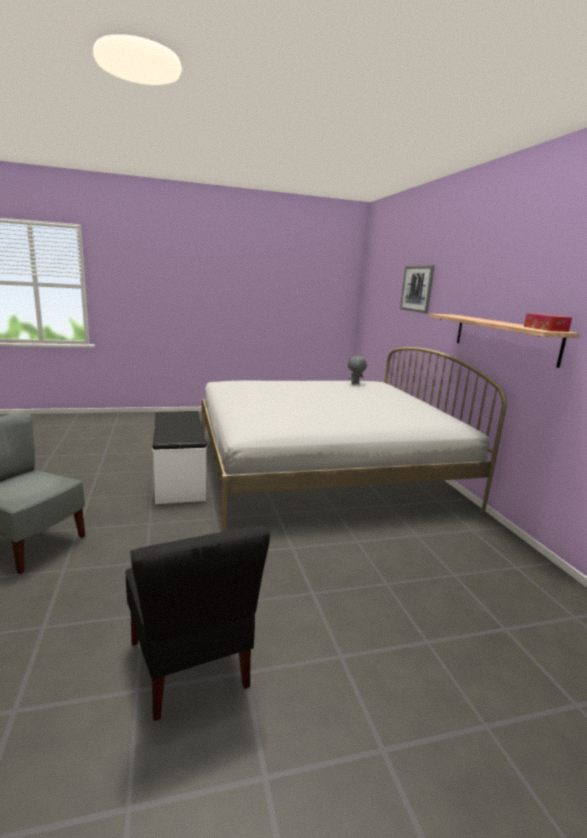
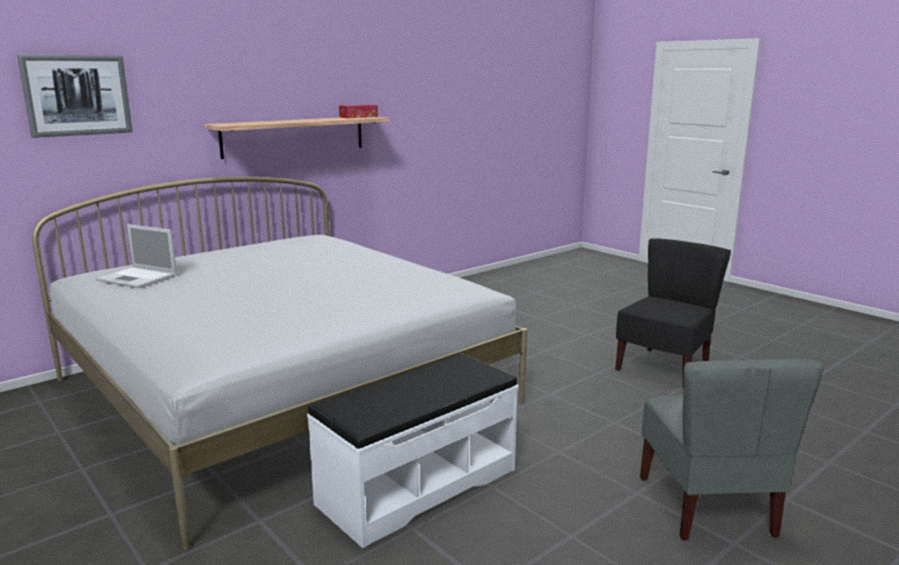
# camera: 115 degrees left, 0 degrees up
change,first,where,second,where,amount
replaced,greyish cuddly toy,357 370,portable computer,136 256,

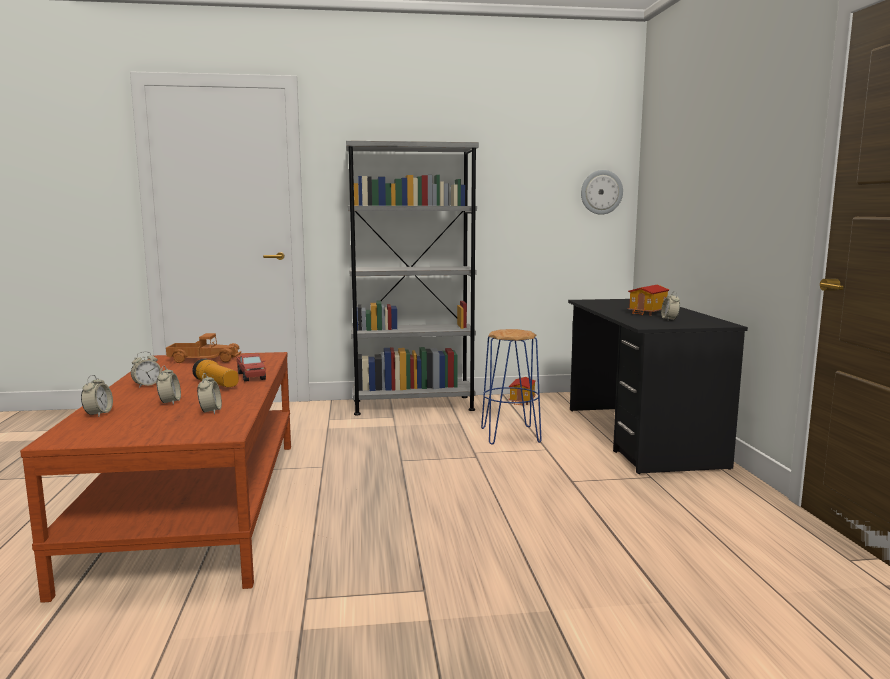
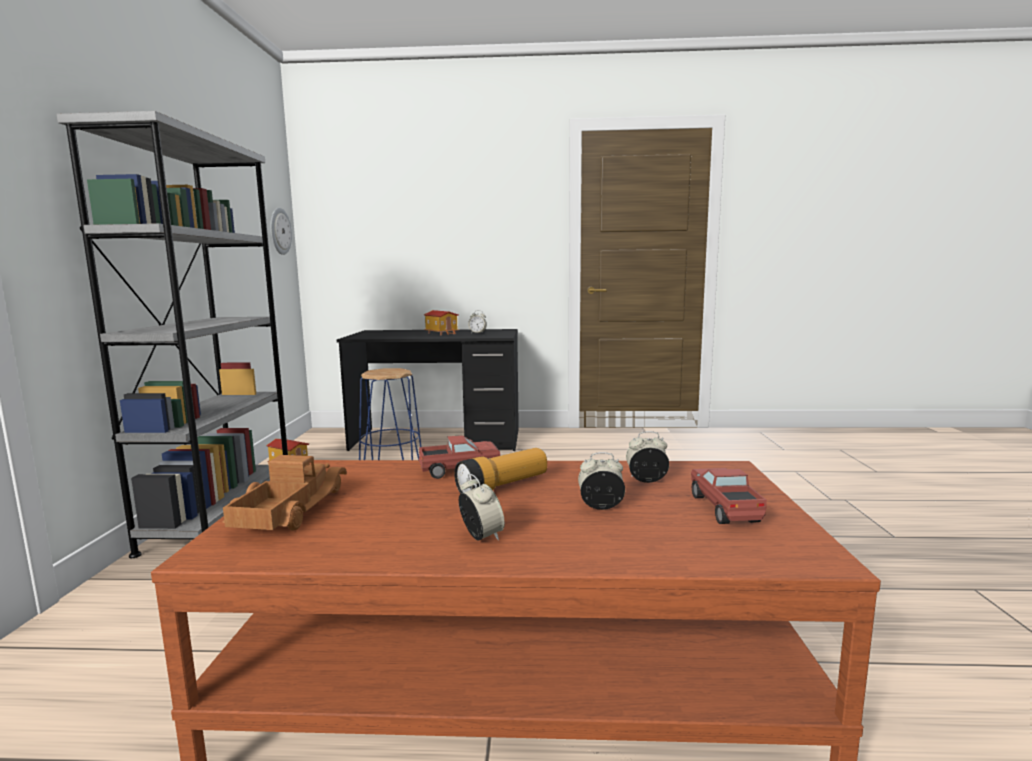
# camera: 80 degrees left, 0 degrees up
change,first,where,second,where,amount
removed,alarm clock,97 396,,,
added,,,model truck,729 496,

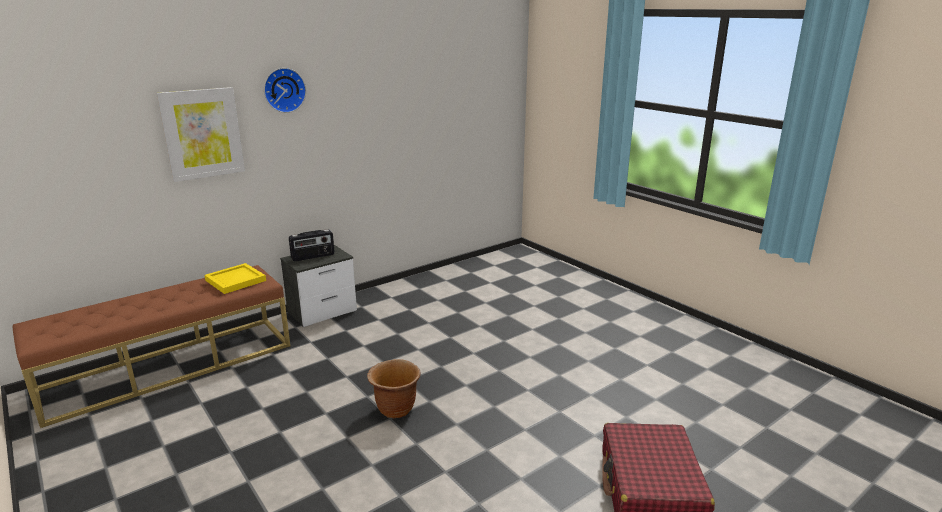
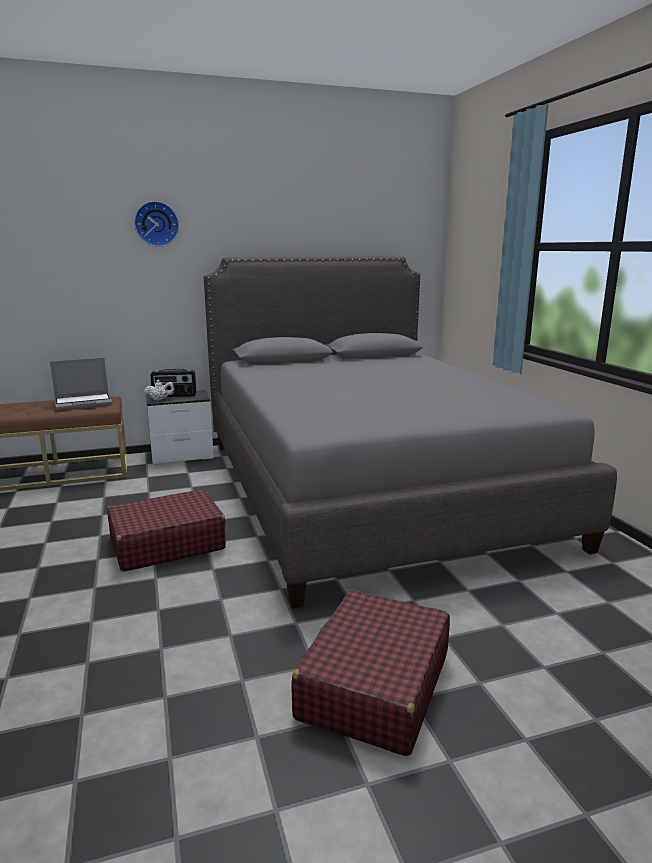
# camera: 20 degrees right, 5 degrees down
change,first,where,second,where,amount
removed,wall picture,201 134,,,
added,,,whitish teapot,159 390,
added,,,greyish bedroom bed,410 432,
replaced,yellow-coloured carrying tray,235 278,portable computer,81 384,
replaced,brown-coloured plant pot,394 388,reddish suitcase,166 530,

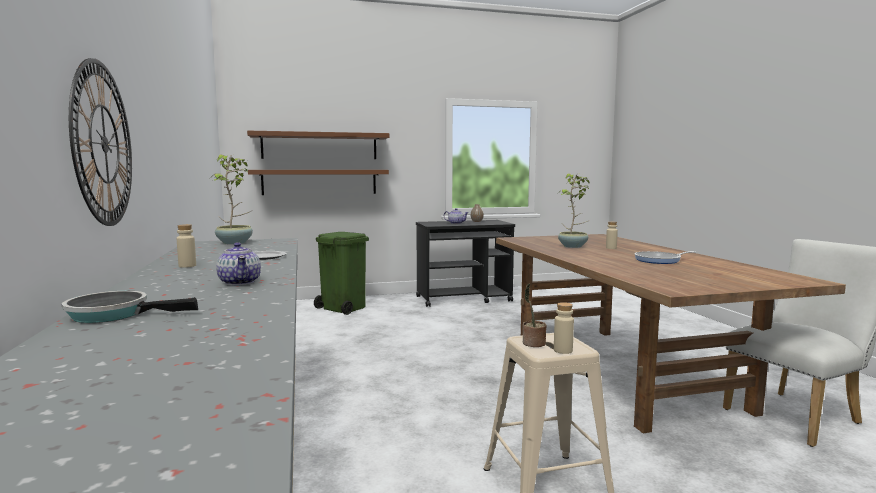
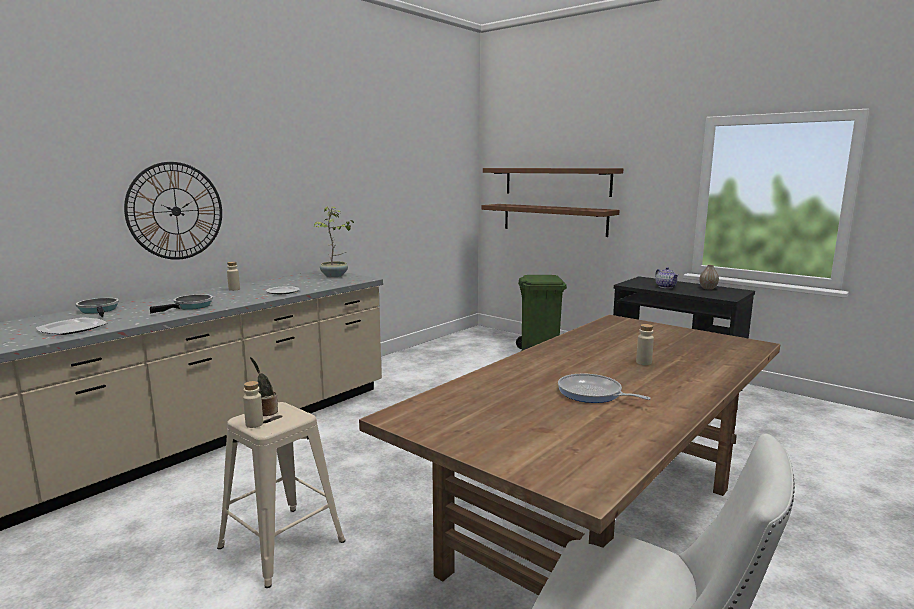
# camera: 55 degrees right, 5 degrees up
change,first,where,second,where,amount
removed,houseplant,574 210,,,
added,,,dinner plate,71 326,
replaced,teapot,238 264,skillet,181 303,

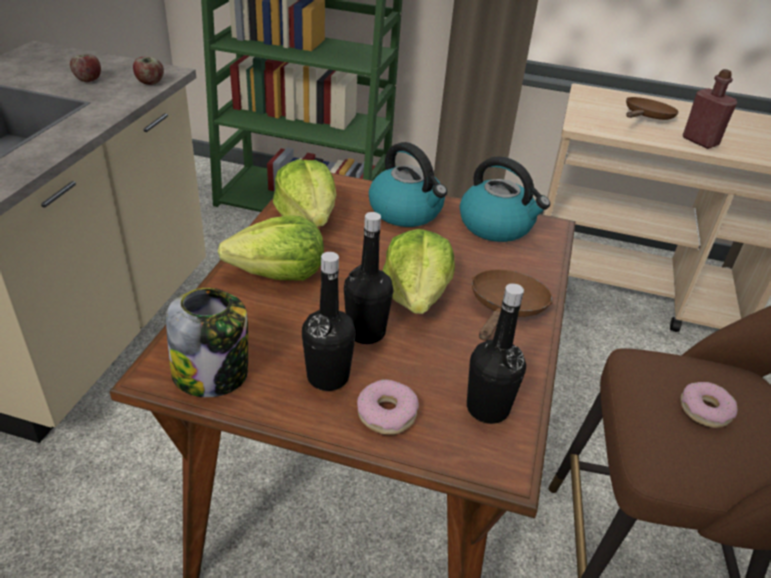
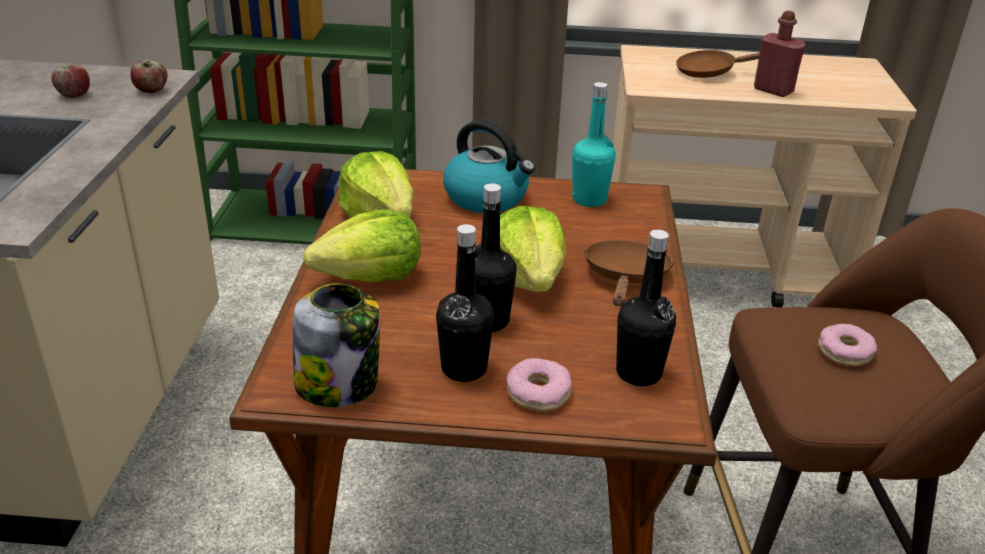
# camera: 10 degrees left, 5 degrees down
change,first,where,second,where,amount
replaced,water kettle,505 199,turquoise-coloured bottle,594 144,
turned,brown-coloured skillet,652 108,,717 64,120 degrees counterclockwise

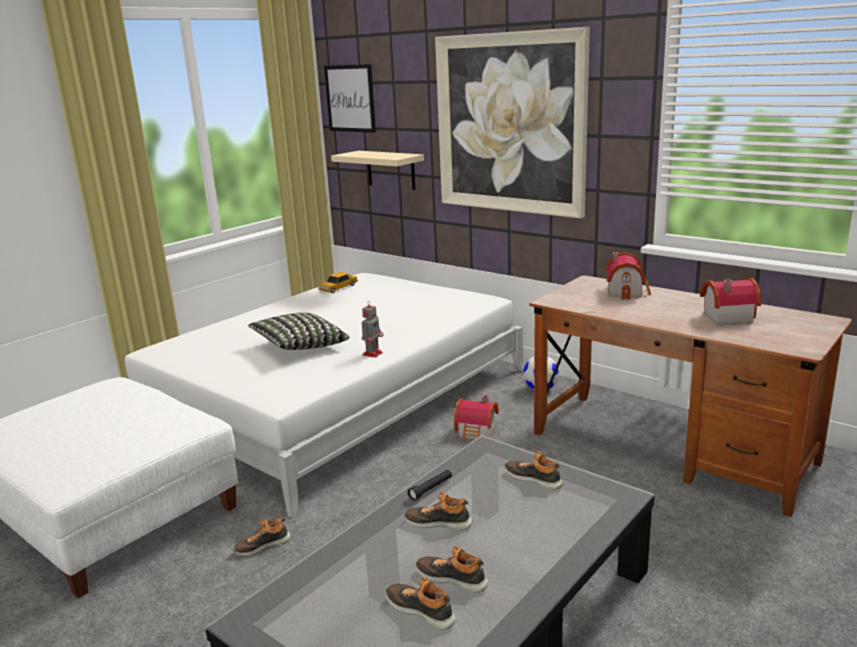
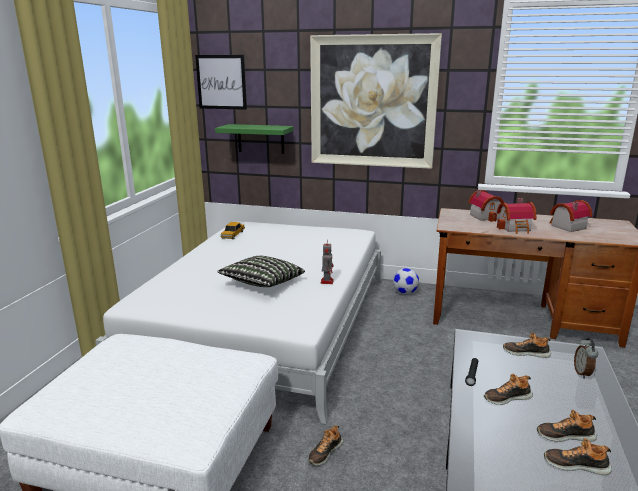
# camera: 25 degrees left, 0 degrees up
change,first,where,second,where,amount
added,,,alarm clock,586 358,
moved,toy house,476 419,,516 216,
recoloured,sand-coloured shelf,377 170,greenish shelf,254 139,

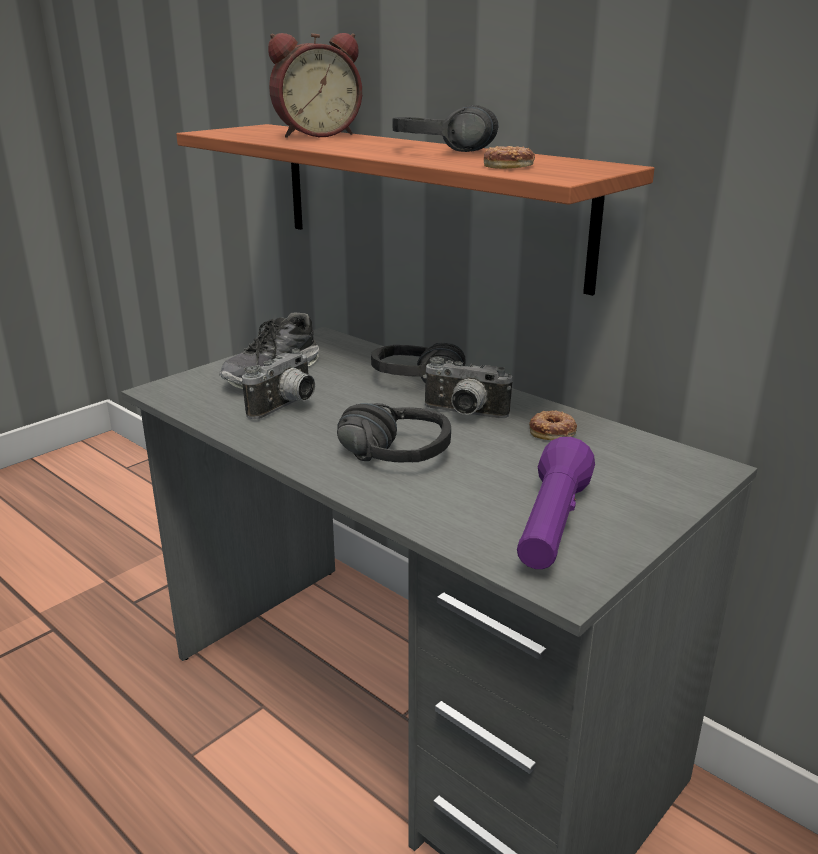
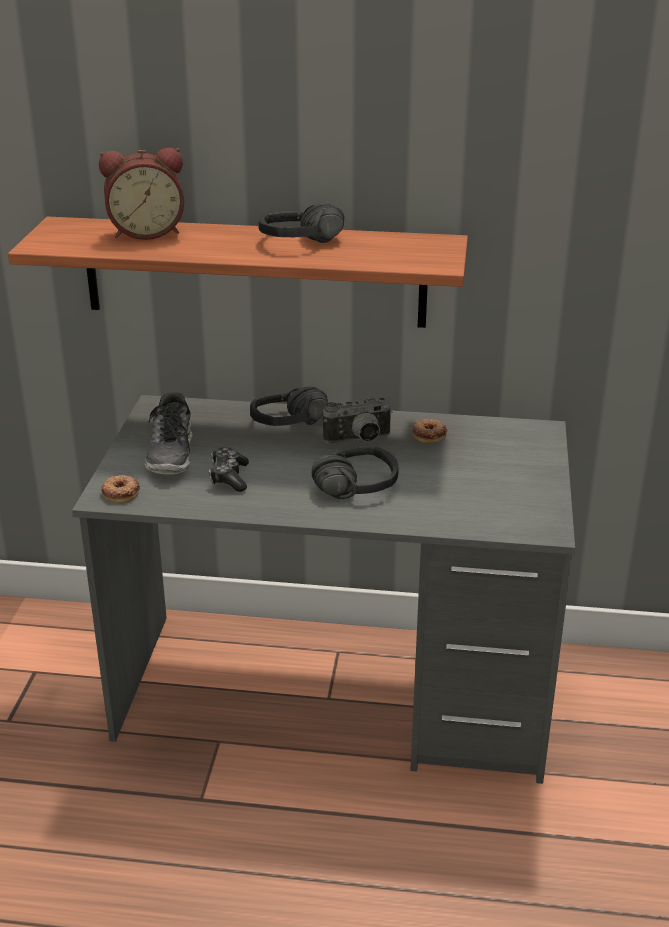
# camera: 35 degrees left, 5 degrees up
change,first,where,second,where,amount
removed,purple flashlight,556 503,,,
moved,ring doughnut,509 157,,120 489,
replaced,photo camera,278 384,gamepad,229 469,
turned,alarm clock,315 85,,141 194,45 degrees clockwise

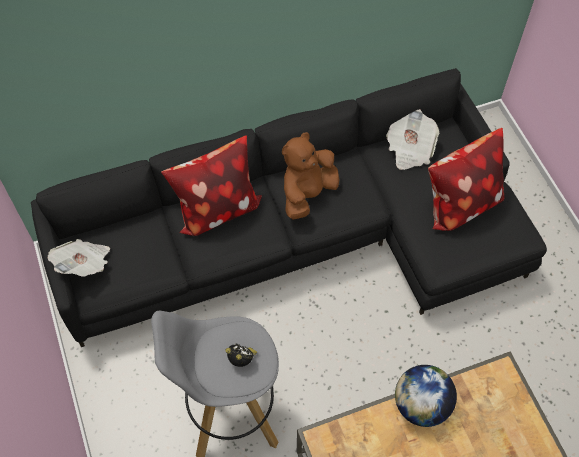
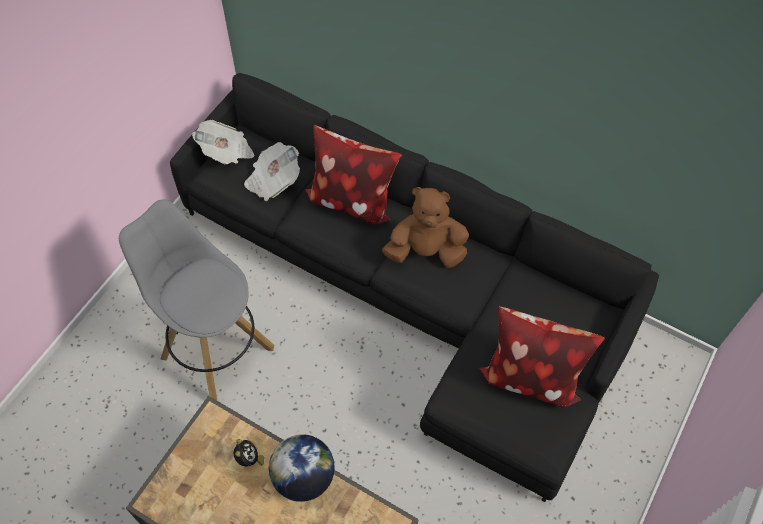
# camera: 50 degrees right, 0 degrees up
change,first,where,second,where,amount
moved,alarm clock,241 355,,249 452,
moved,printed paper,412 139,,272 172,

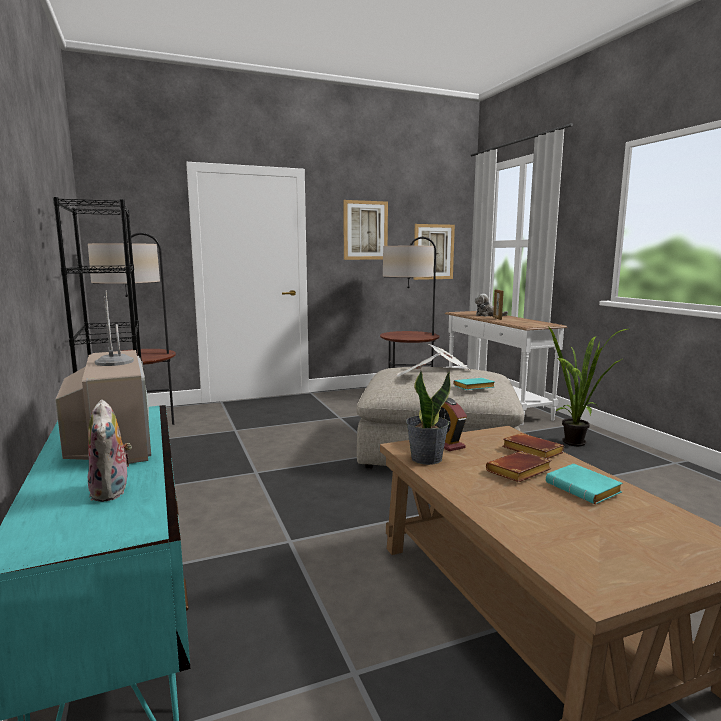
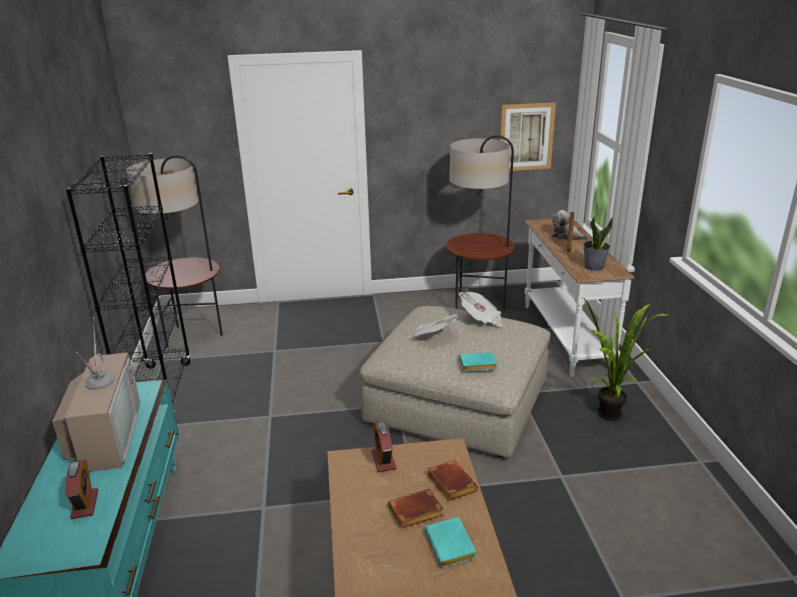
# camera: 15 degrees right, 15 degrees up
change,first,where,second,where,amount
removed,wall picture,365 230,,,
moved,houseplant,428 418,,598 243,
replaced,cuddly toy,110 450,alarm clock,82 489,

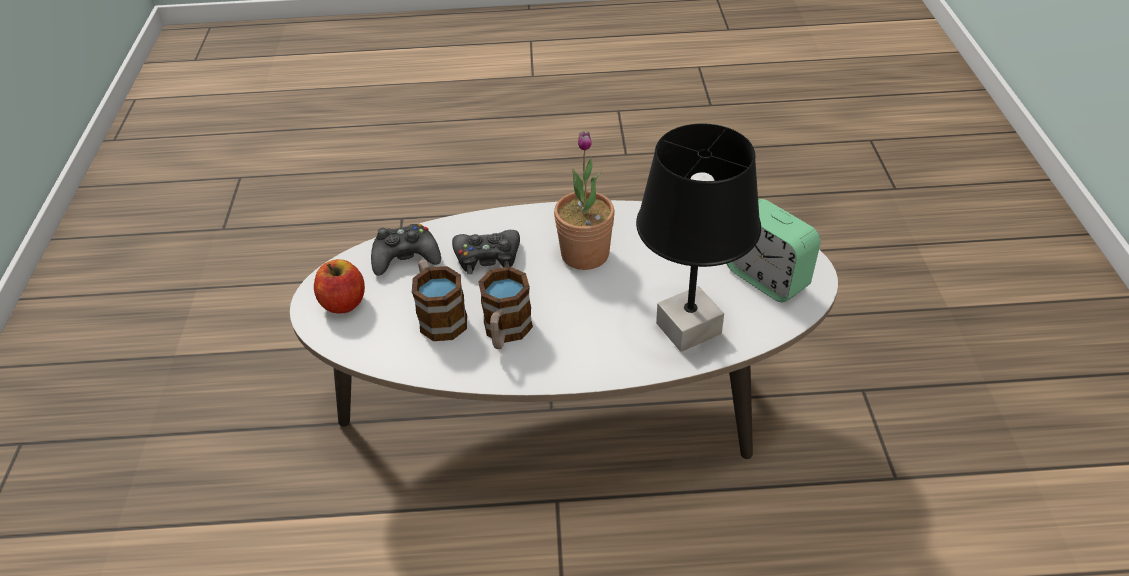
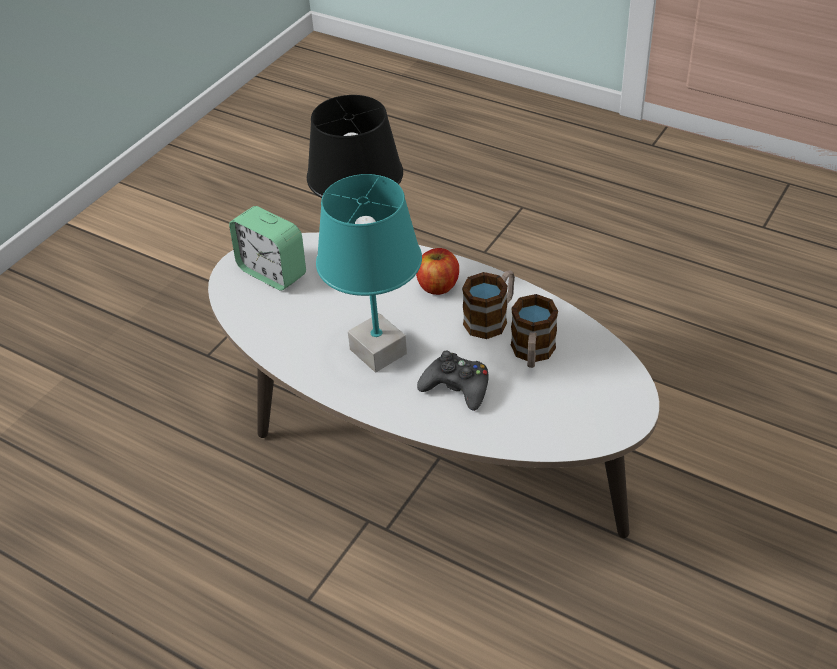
# camera: 145 degrees left, 0 degrees up
change,first,where,second,where,amount
removed,blackish gamepad,406 250,,,
moved,apple fruit,339 286,,437 271,
replaced,houseplant,584 200,turquoise-coloured lamp for a table,369 273,
turned,alarm clock,774 250,,267 248,135 degrees clockwise

